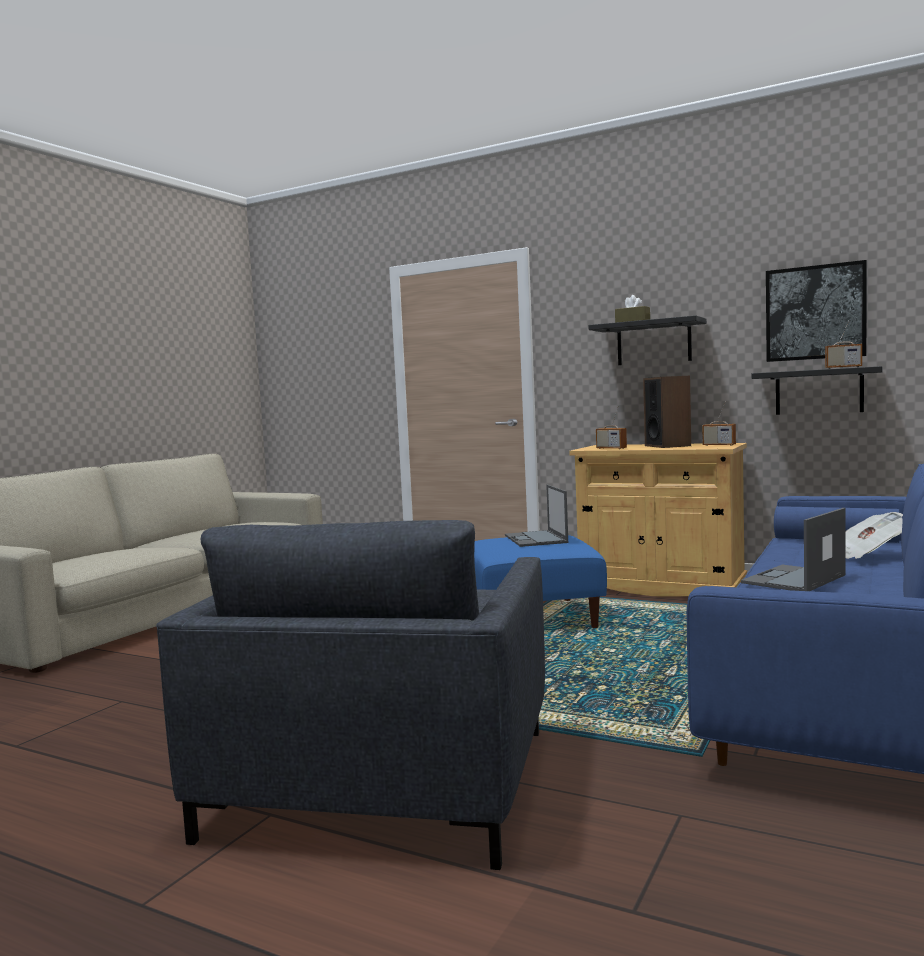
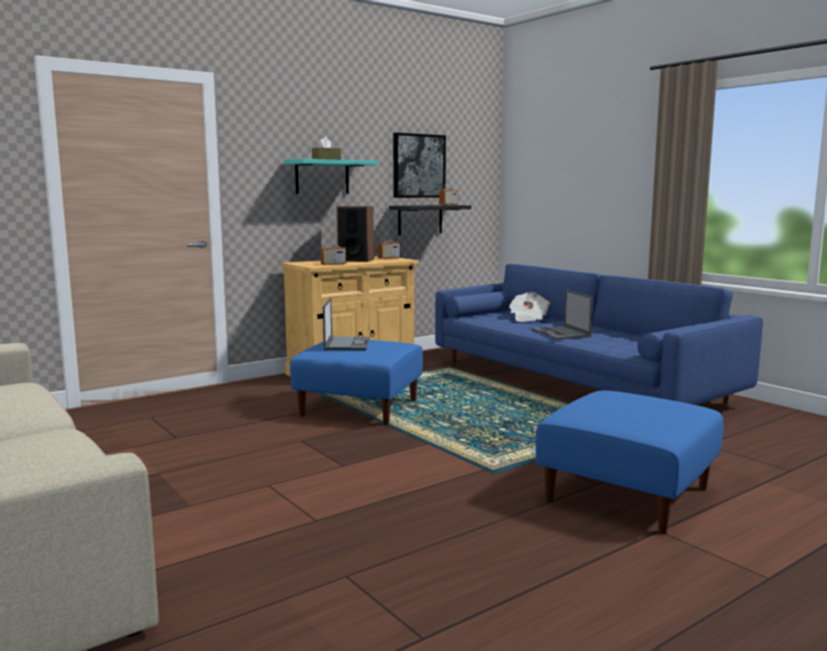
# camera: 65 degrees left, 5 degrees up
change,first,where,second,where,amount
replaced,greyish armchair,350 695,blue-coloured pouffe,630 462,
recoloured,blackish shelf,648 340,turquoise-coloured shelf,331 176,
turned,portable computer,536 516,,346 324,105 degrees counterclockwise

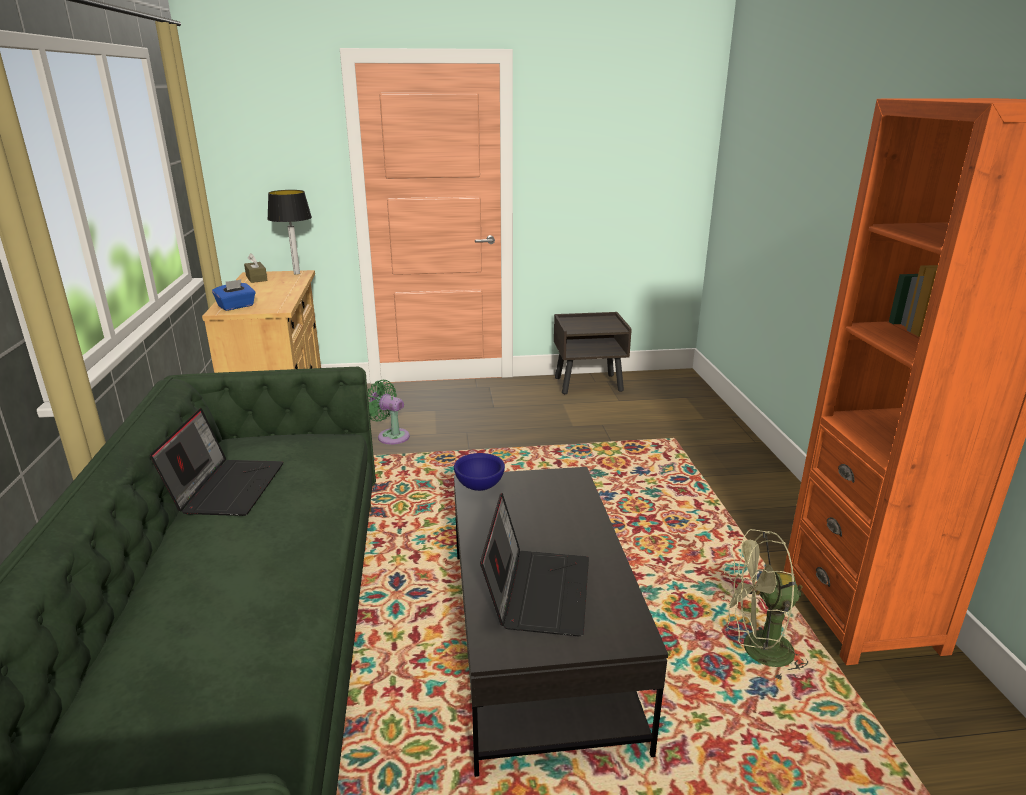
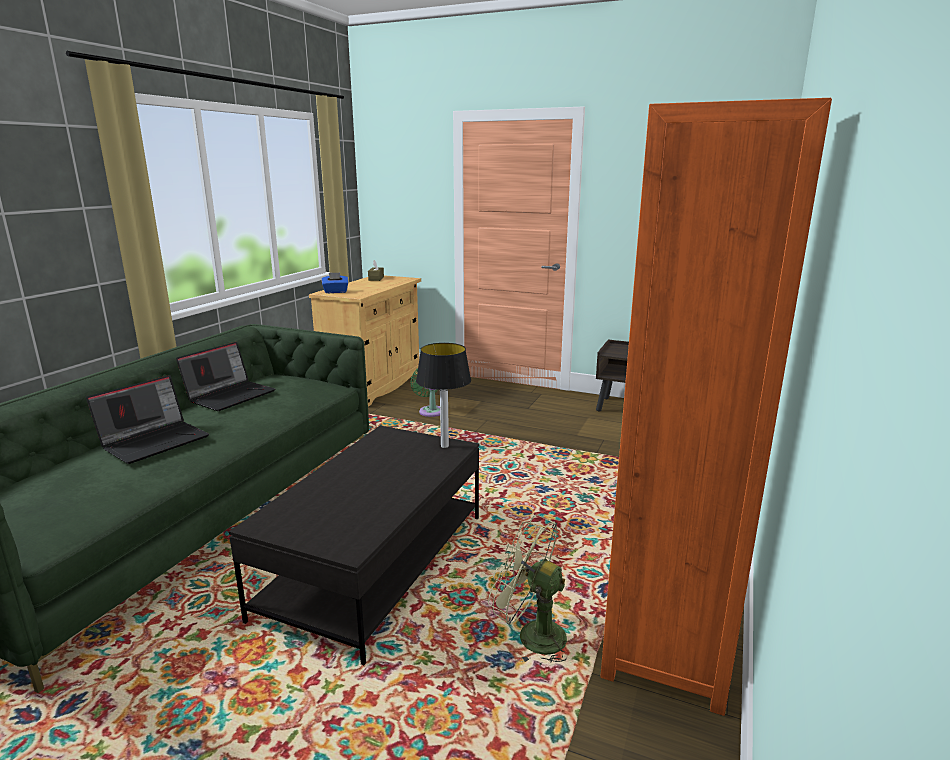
# camera: 30 degrees right, 5 degrees down
change,first,where,second,where,amount
removed,blue-coloured bowl,479 472,,,
moved,lamp for a table,289 232,,443 395,
moved,portable computer,534 564,,147 419,

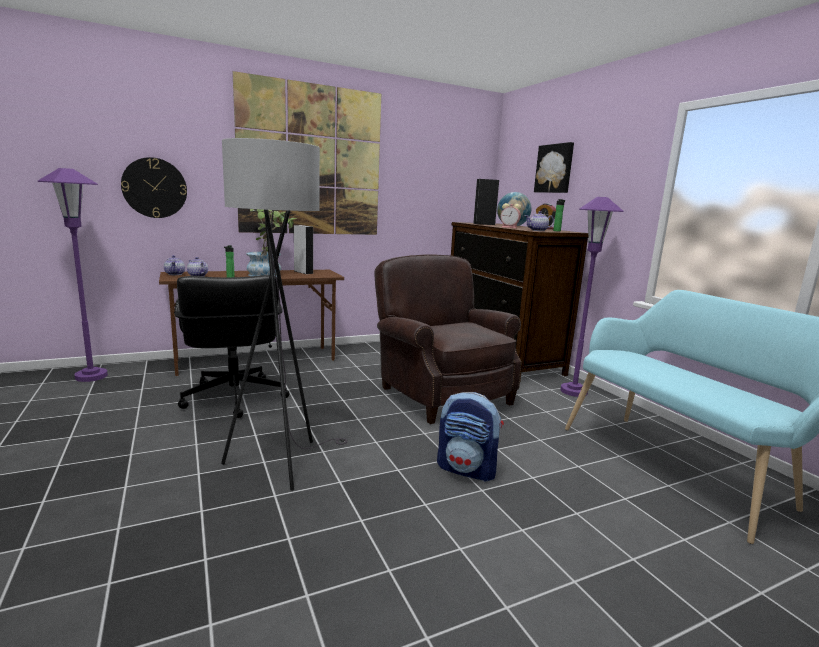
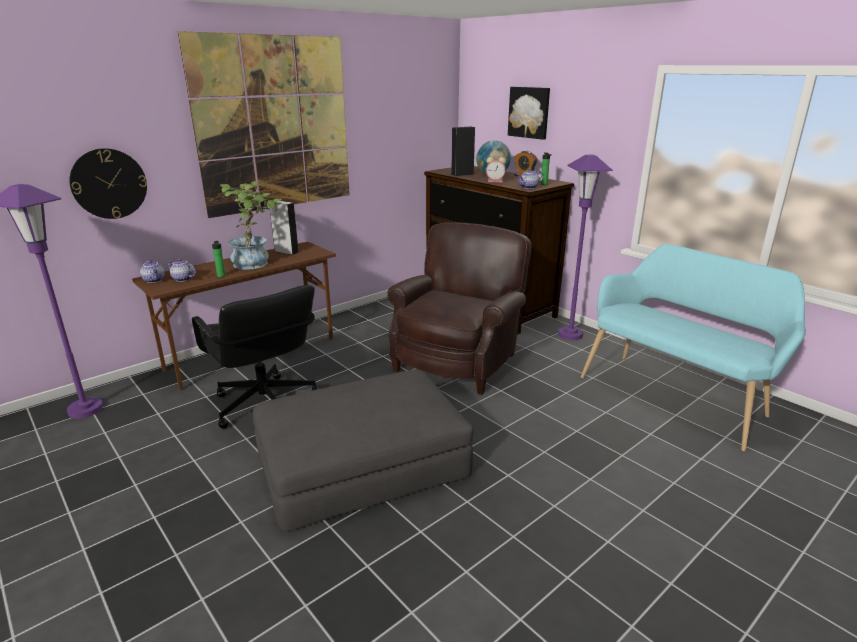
# camera: 15 degrees left, 10 degrees up
change,first,where,second,where,amount
removed,rucksack,470 437,,,
replaced,greyish floor lamp,284 314,greyish pouffe,363 450,
turned,brown-coloured armchair,448 339,,459 308,75 degrees clockwise

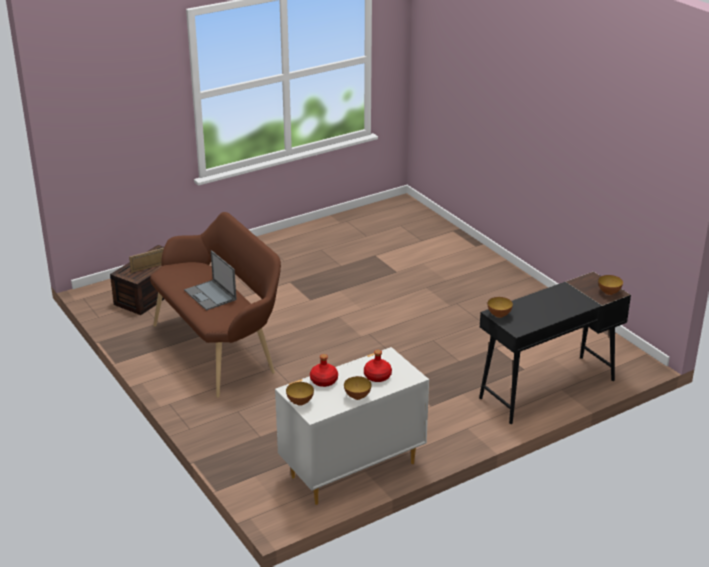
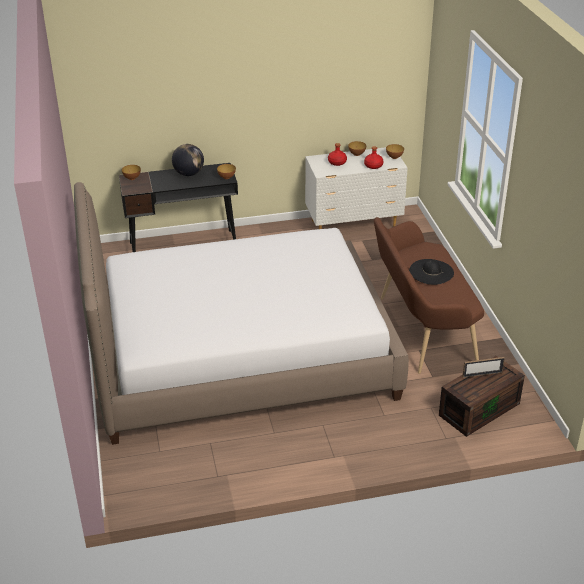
# camera: 160 degrees left, 5 degrees up
change,first,where,second,where,amount
added,,,bedroom bed,241 313,
added,,,world globe,188 160,
replaced,portable computer,210 280,blackish wearable hat,431 272,

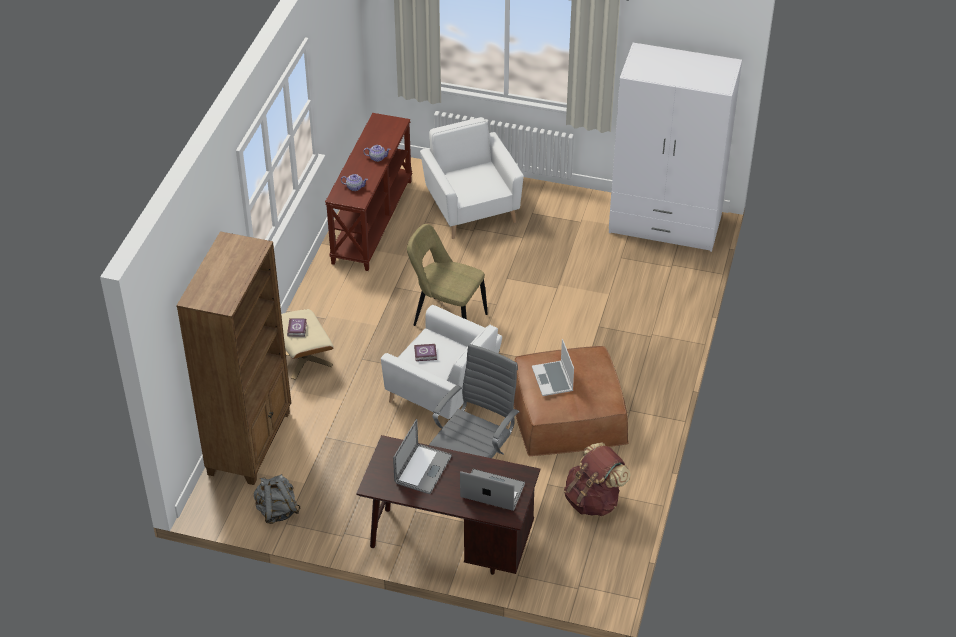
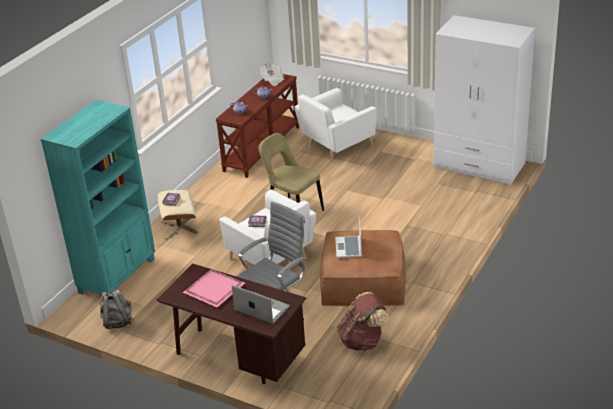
# camera: 15 degrees right, 10 degrees down
change,first,where,second,where,amount
added,,,printed paper,272 74,
replaced,portable computer,422 456,pinkish carrying tray,214 288,
recoloured,brown-coloured shelving unit,233 358,turquoise-coloured shelving unit,98 197,
turned,whitish armchair,472 178,,335 125,120 degrees counterclockwise

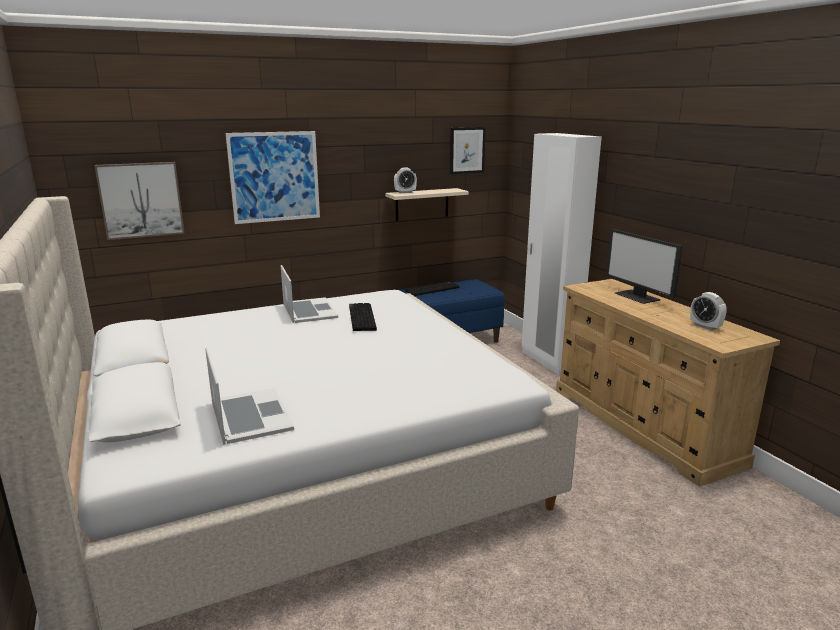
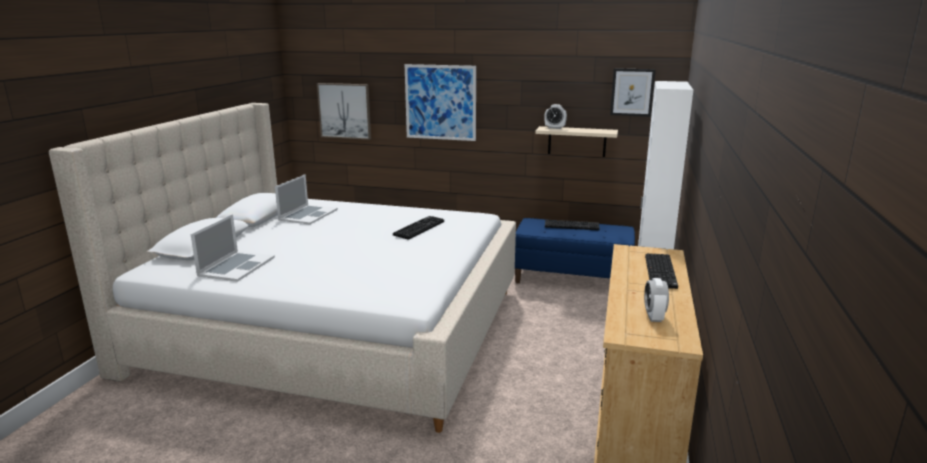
# camera: 40 degrees right, 0 degrees up
change,first,where,second,where,amount
moved,portable computer,309 294,,306 199,
replaced,computer display,644 266,PC keyboard,661 271,

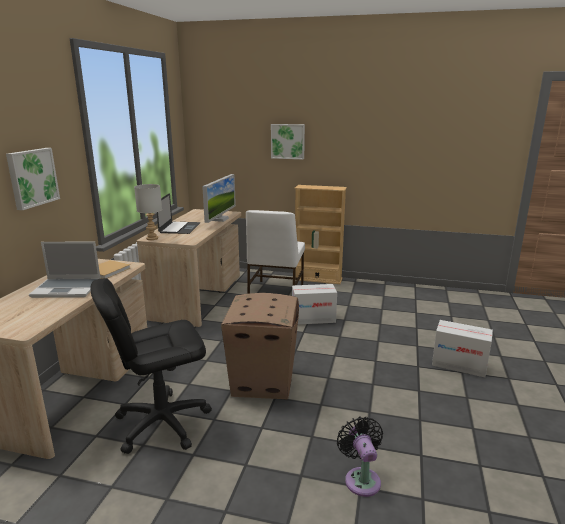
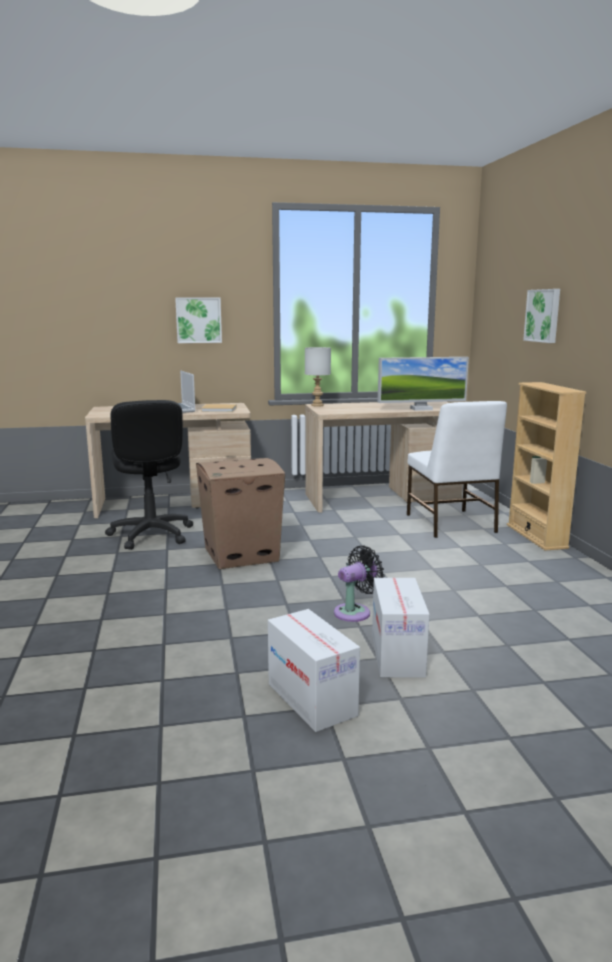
# camera: 65 degrees right, 5 degrees down
change,first,where,second,where,amount
removed,portable computer,178 213,,,
moved,packing box,314 304,,314 670,
moved,blackish fan,360 457,,359 583,
turned,blackish office chair,151 366,,149 475,150 degrees counterclockwise
turned,whitish upright chair,275 252,,457 469,90 degrees counterclockwise

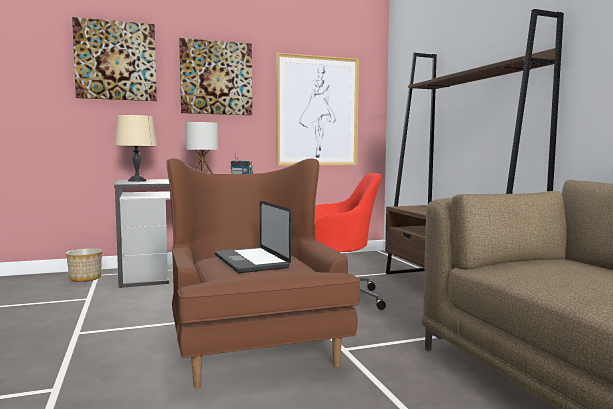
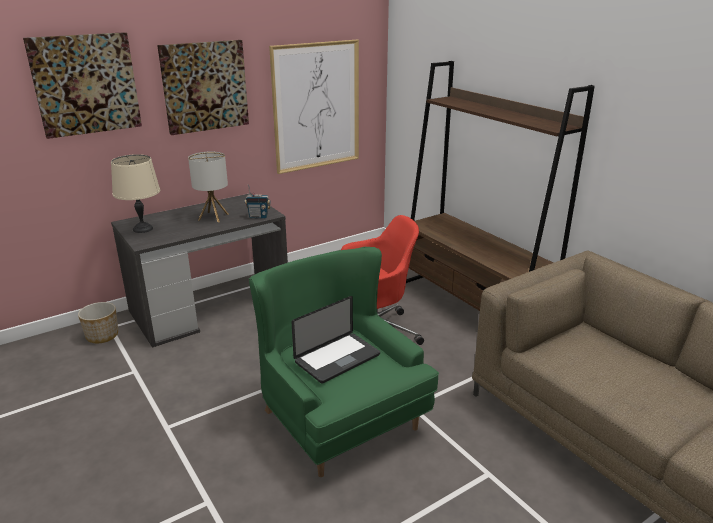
# camera: 15 degrees left, 20 degrees up
change,first,where,second,where,amount
recoloured,brown-coloured armchair,263 273,greenish armchair,344 362,
turned,portable computer,253 237,,335 339,90 degrees counterclockwise

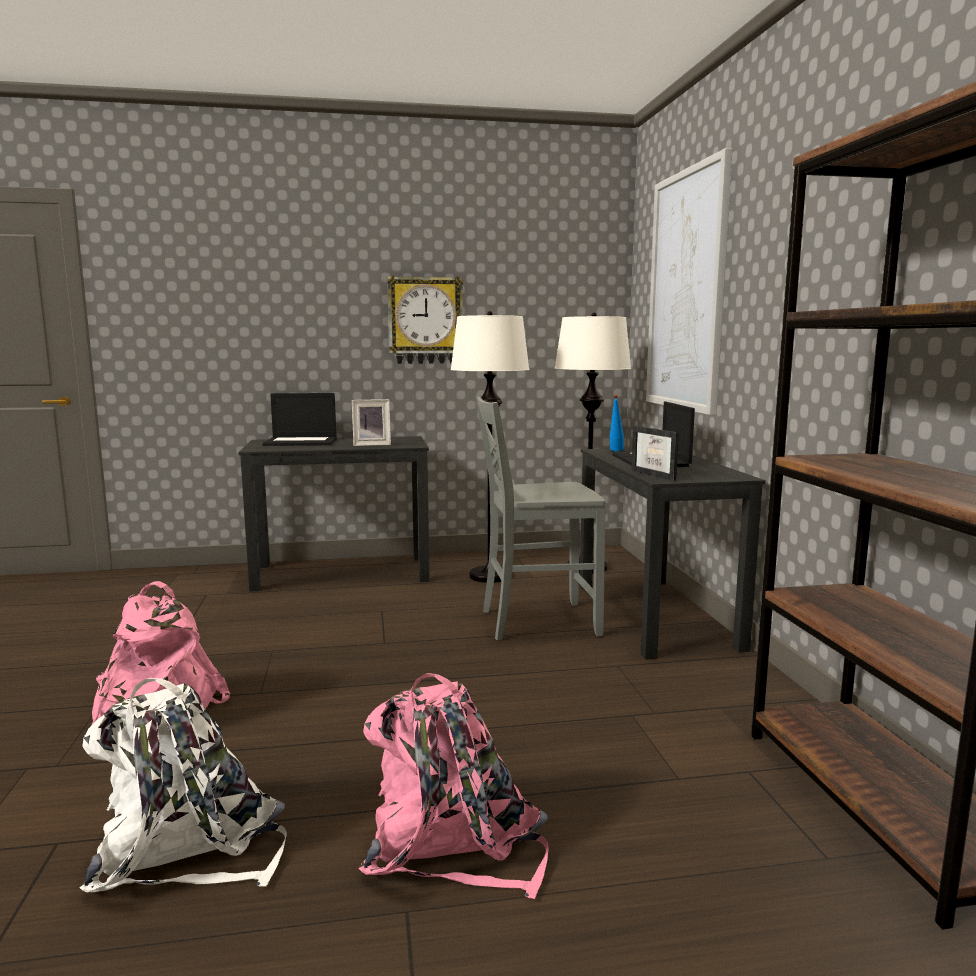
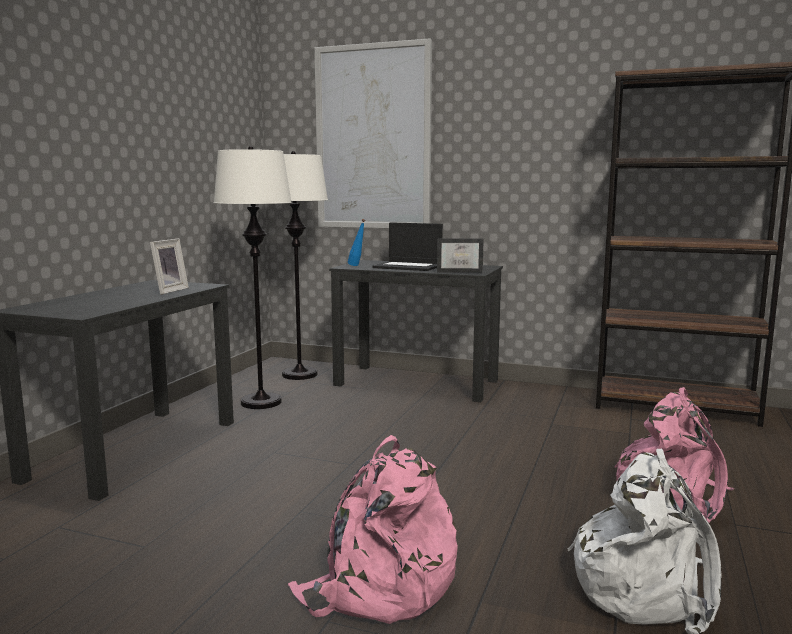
# camera: 60 degrees left, 0 degrees up
change,first,where,second,where,amount
removed,portable computer,299 419,,,
removed,clock on the wall,425 320,,,
removed,greyish upright chair,540 518,,,

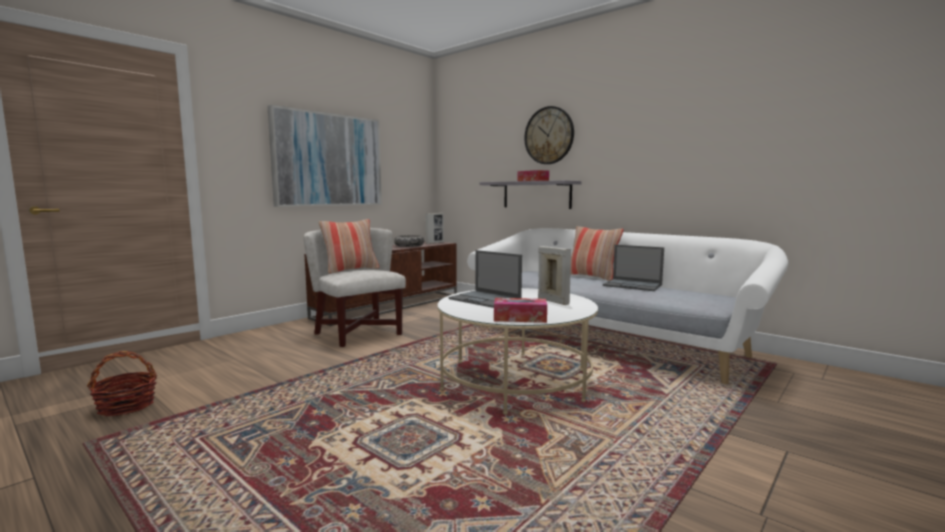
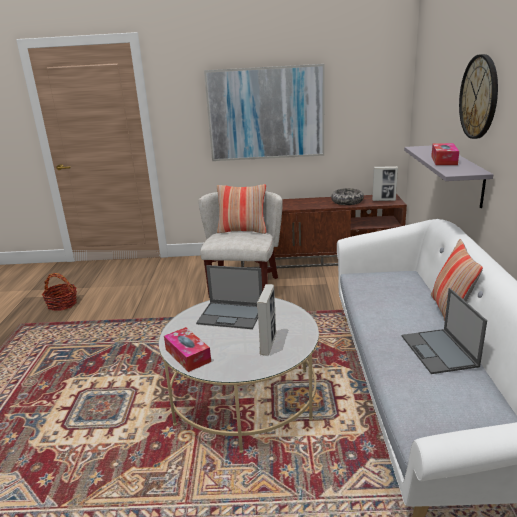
# camera: 50 degrees right, 15 degrees up
change,first,where,second,where,amount
turned,portable computer,485 279,,229 297,75 degrees counterclockwise

